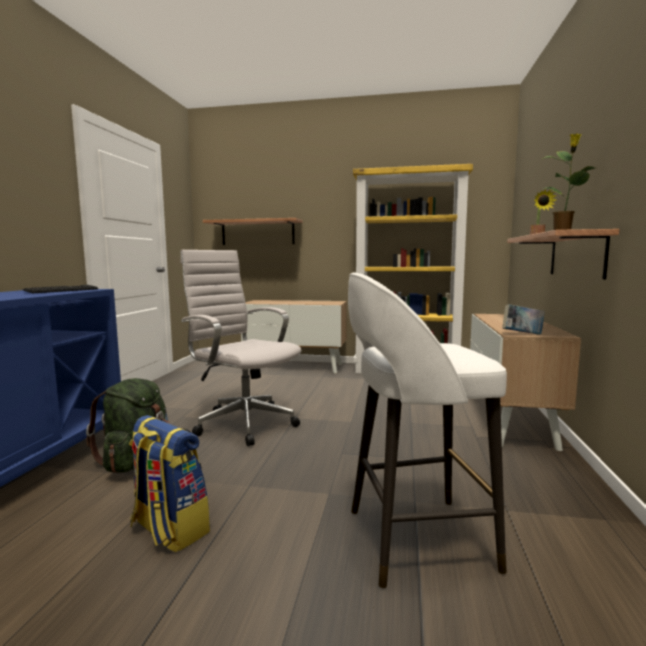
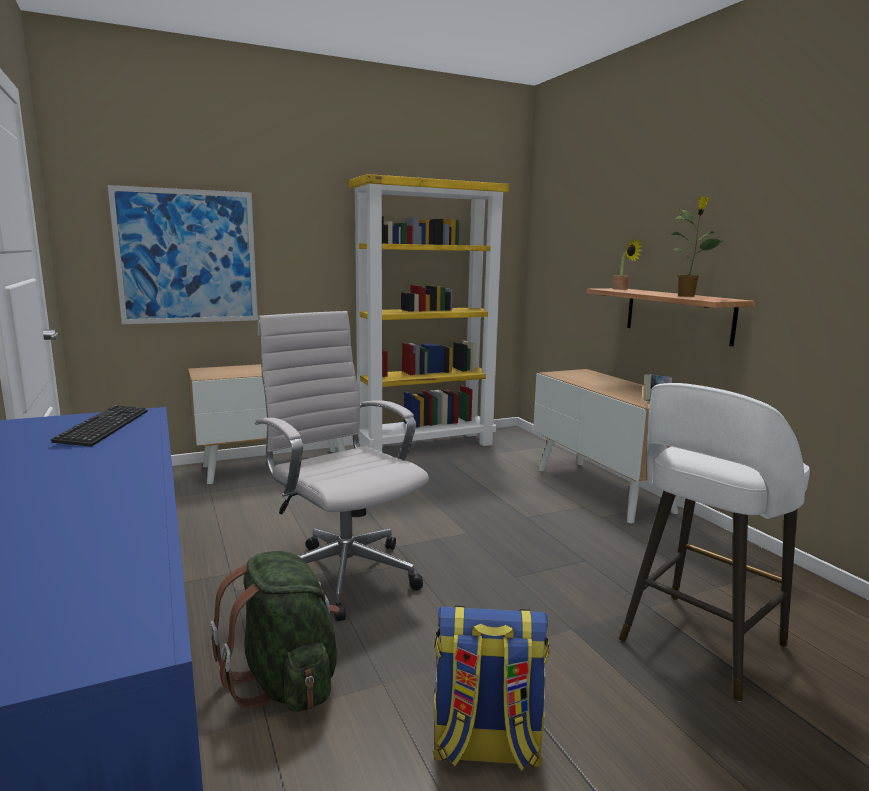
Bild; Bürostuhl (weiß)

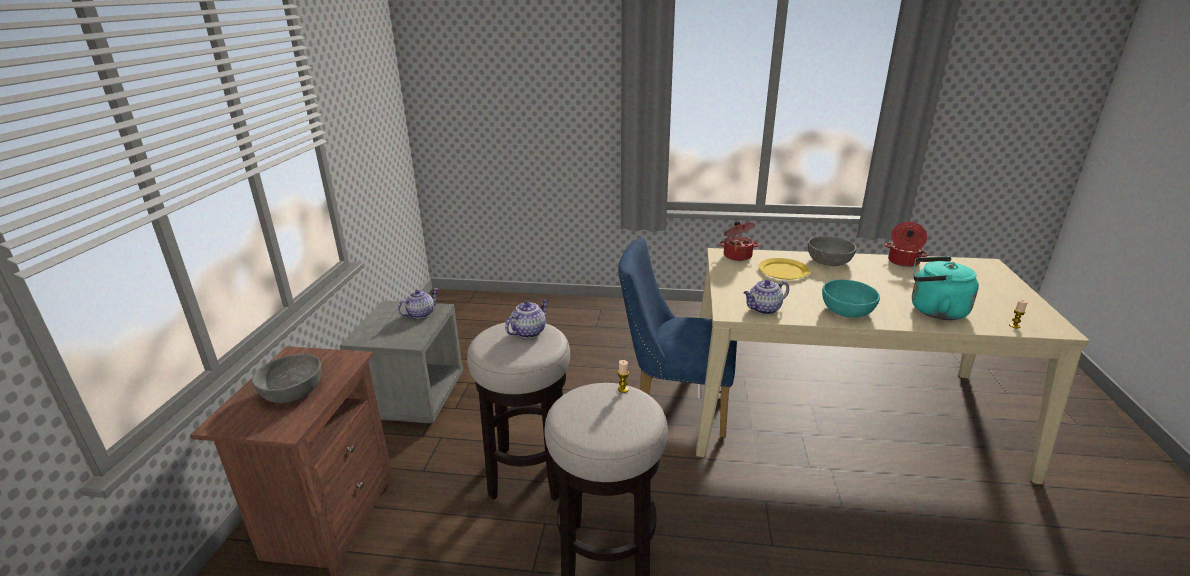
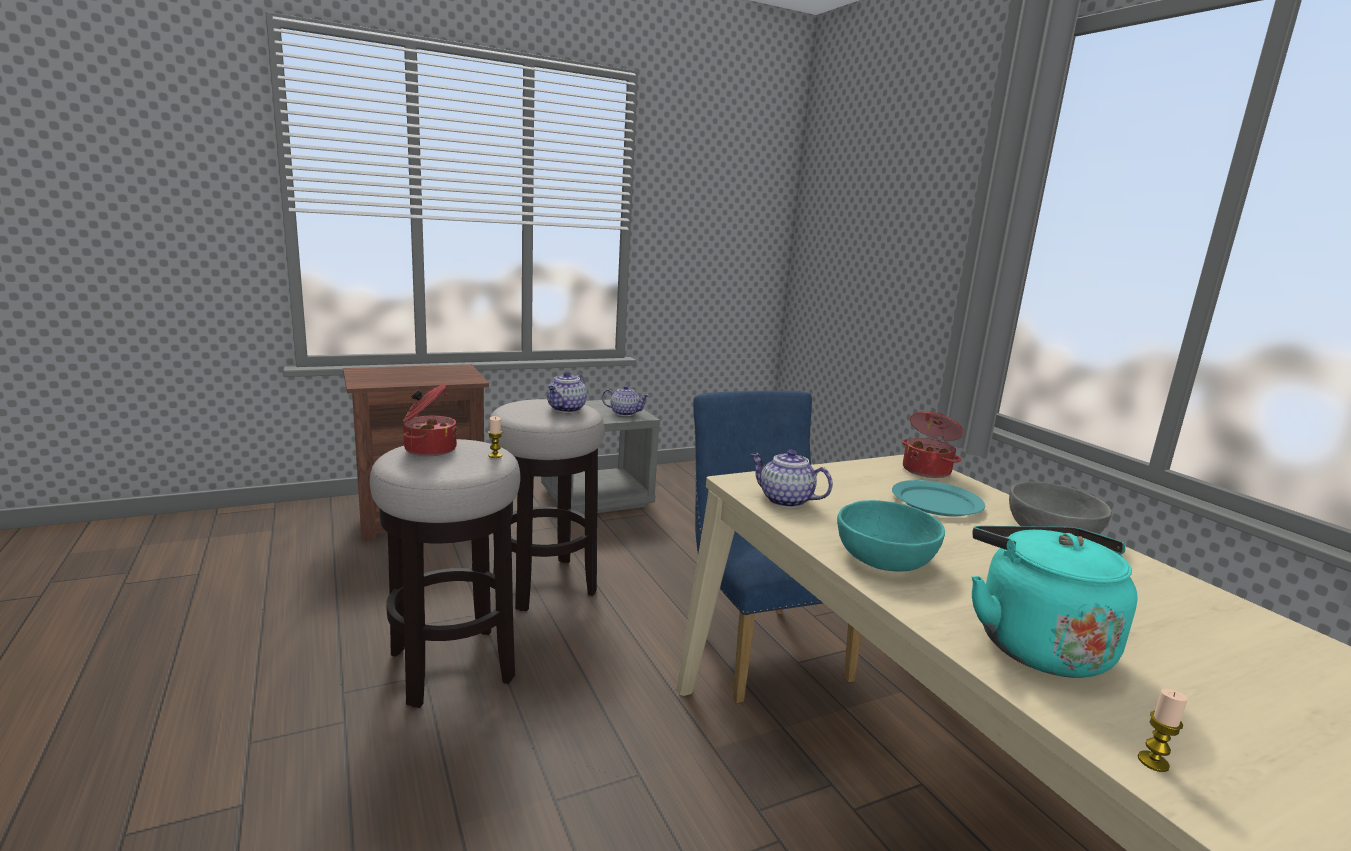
Kochtopf (no. 1 from left); Teekanne (no. 1 from left); Teller (türkis); Schüssel (grau) (no. 1 from left in the first image)

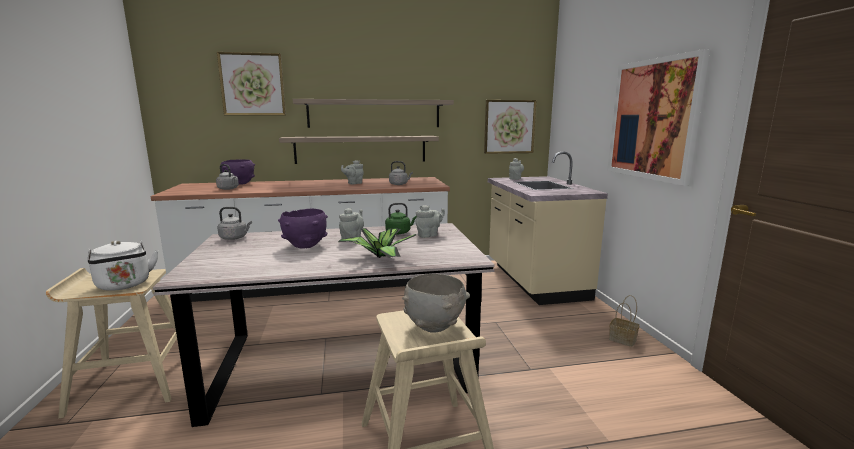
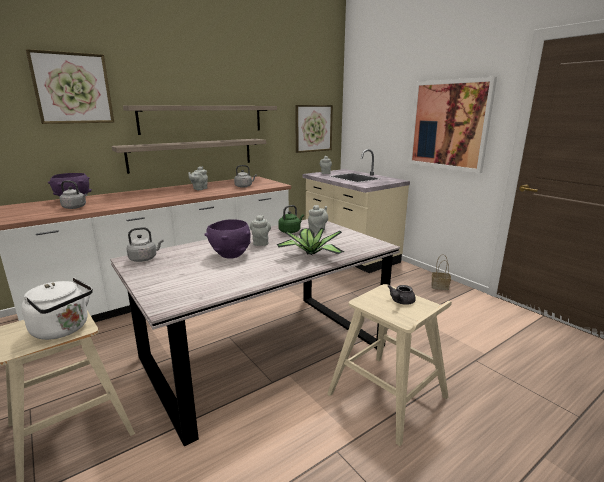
Teekanne (grau) (no. 5 from left)

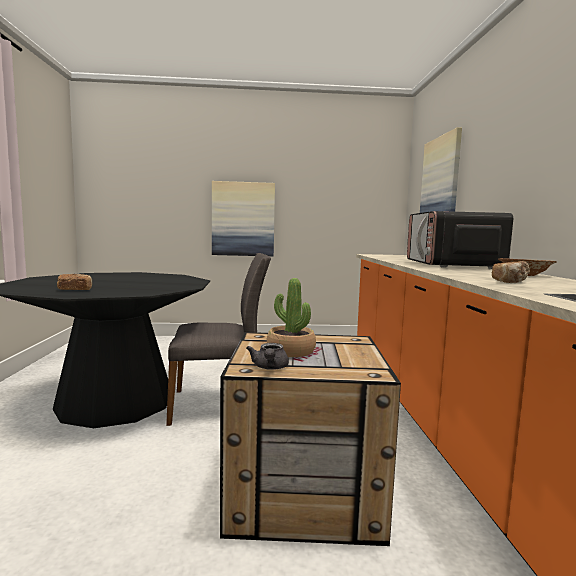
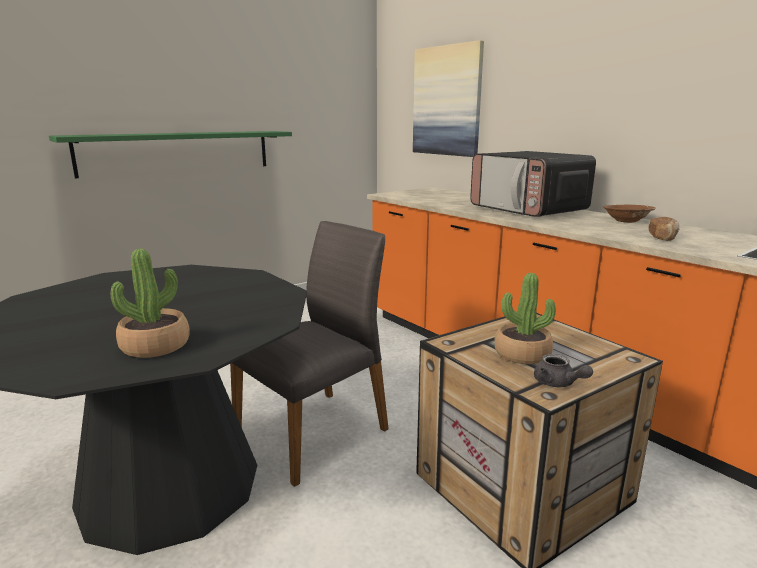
Wandregal (grün); Topfpflanze (no. 1 from left)

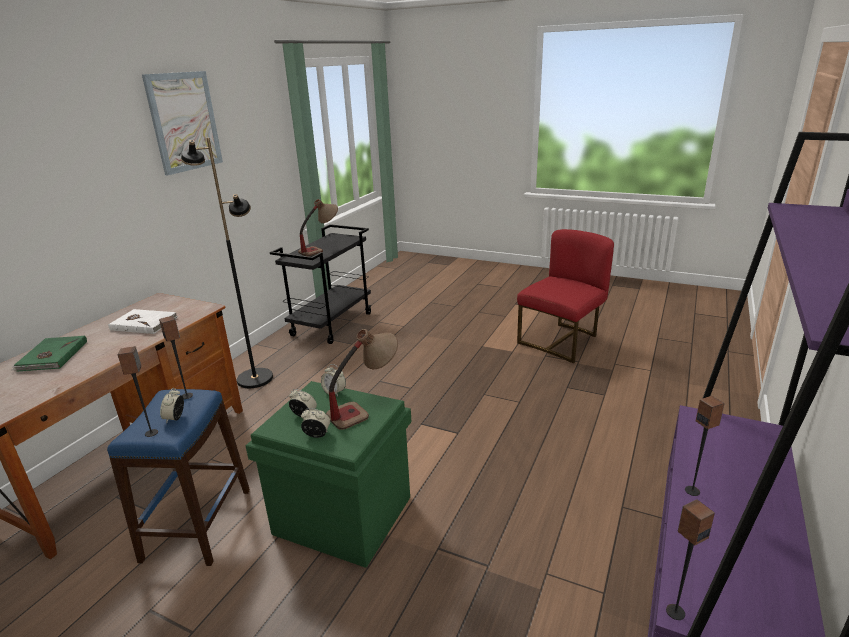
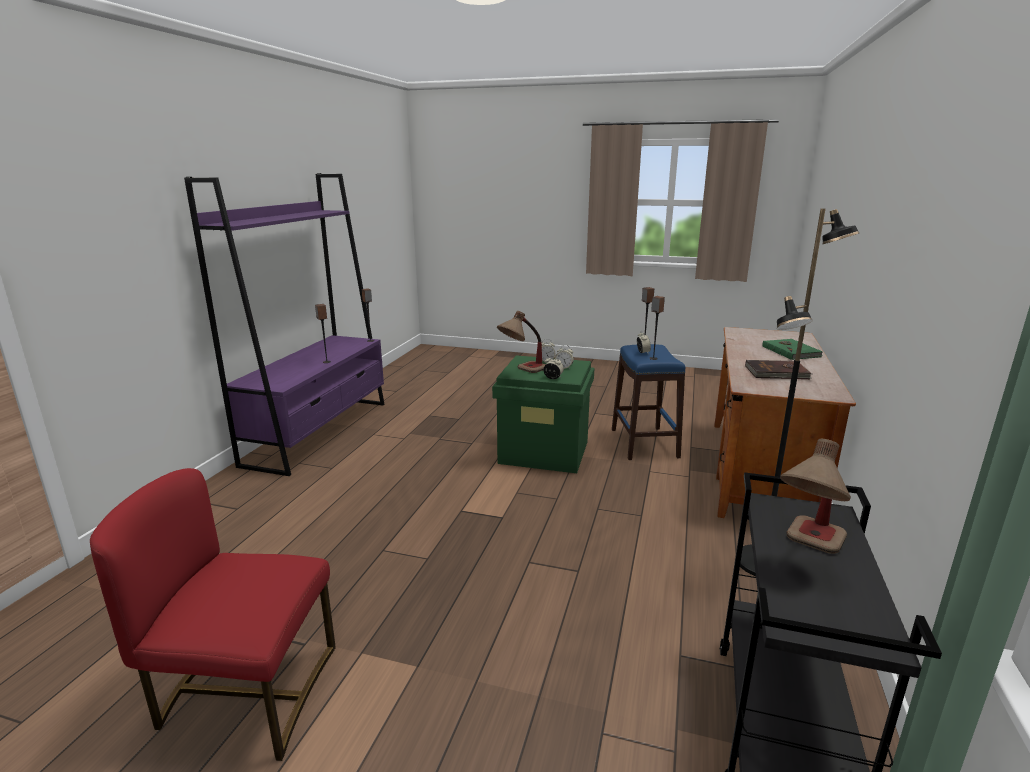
Stuhl (rot); Buch (braun); Bild

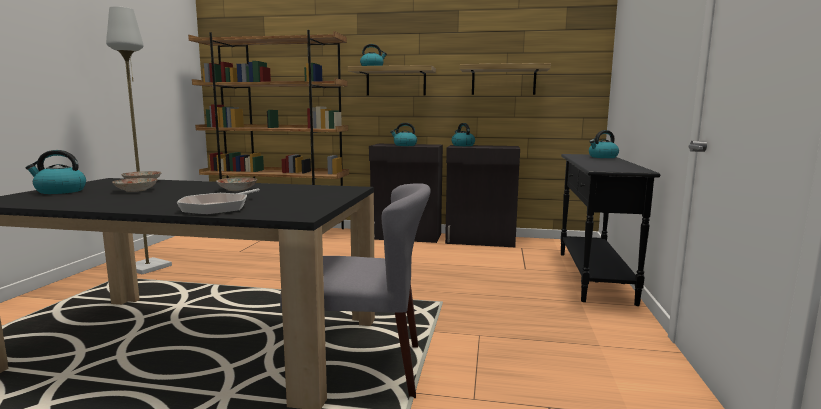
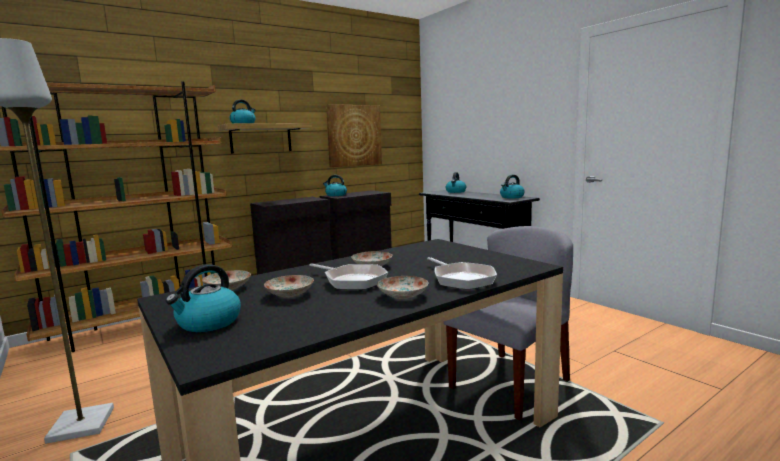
Pfanne (no. 1 from left); Bild; Teller (no. 4 from left); Wasserkessel (no. 5 from left)

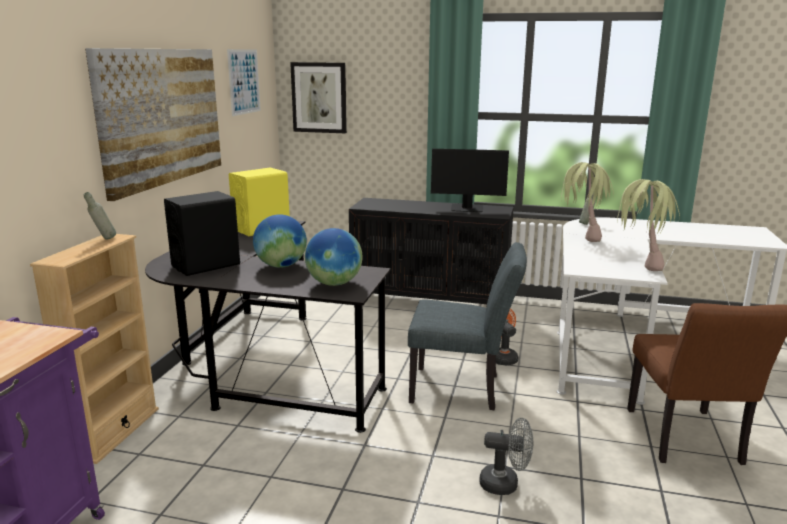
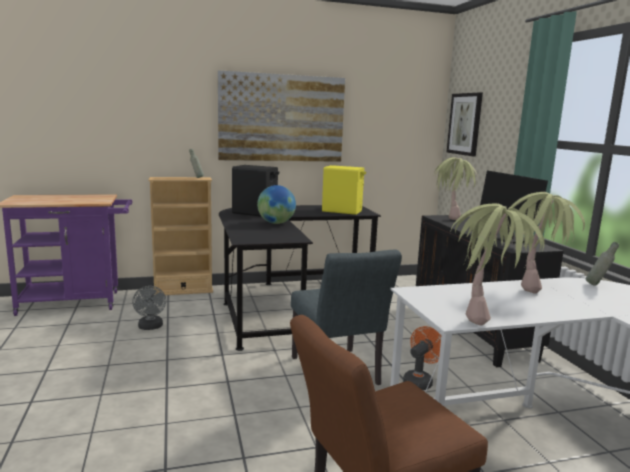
Ventilator (grau); Topfpflanze (no. 1 from left); Bild (no. 2 from left in the first image); Globus (no. 2 from left in the first image)

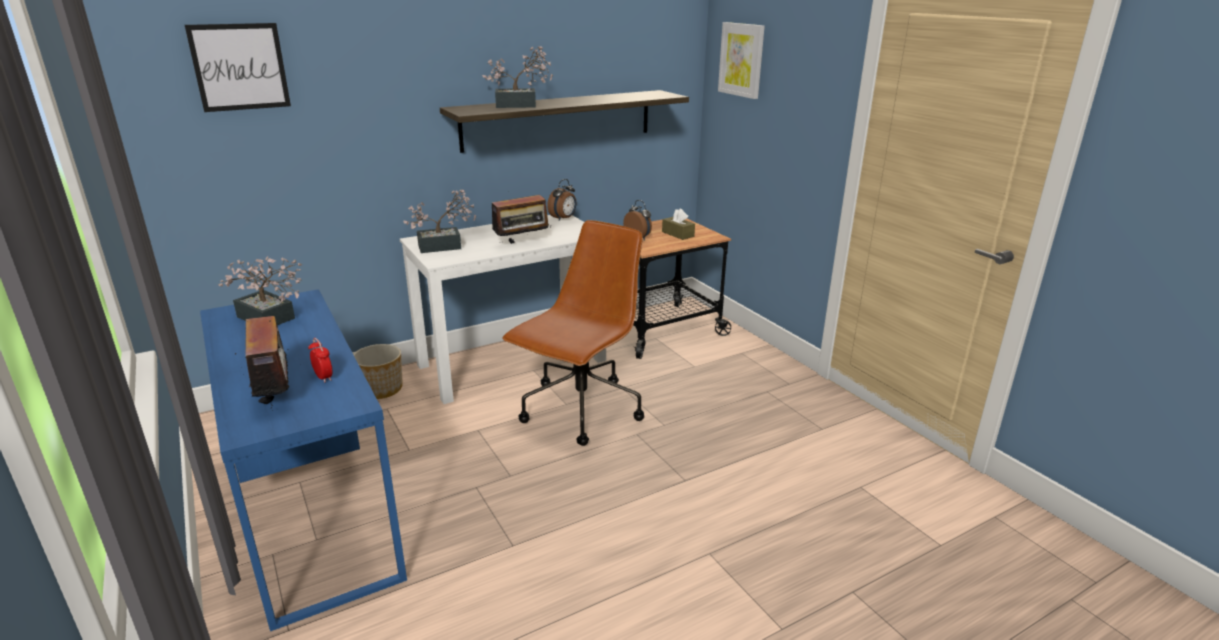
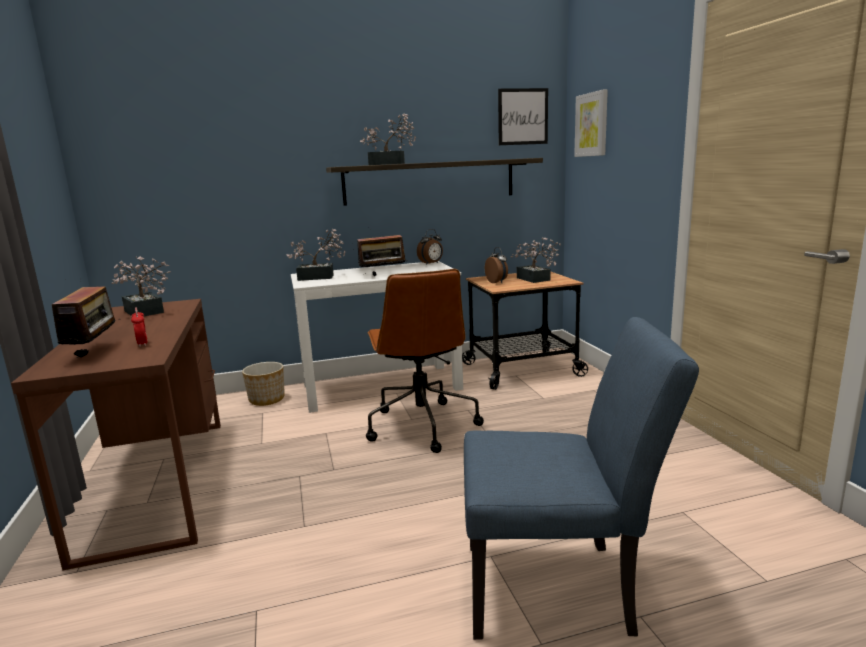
Schreibtisch (braun); Bürostuhl (braun); Stuhl (blau); Bild (no. 1 from left); Topfpflanze (no. 4 from left)

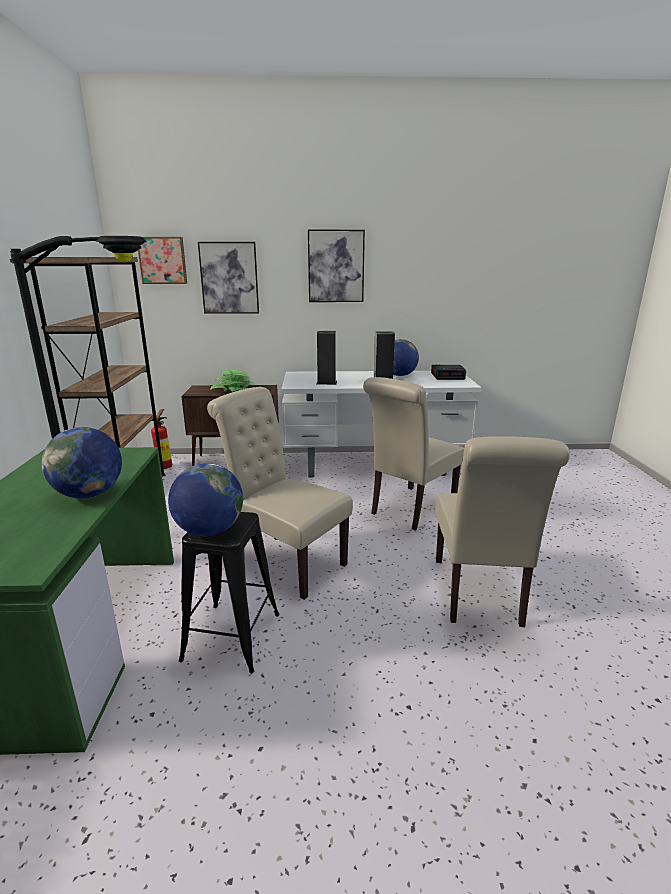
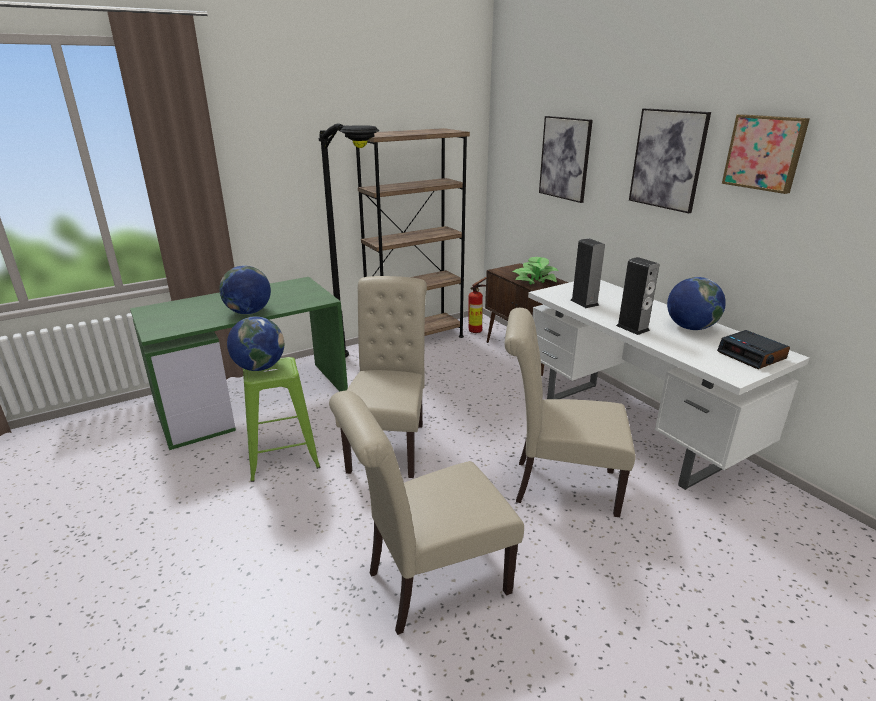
Hocker (grün); Bild (no. 3 from left)

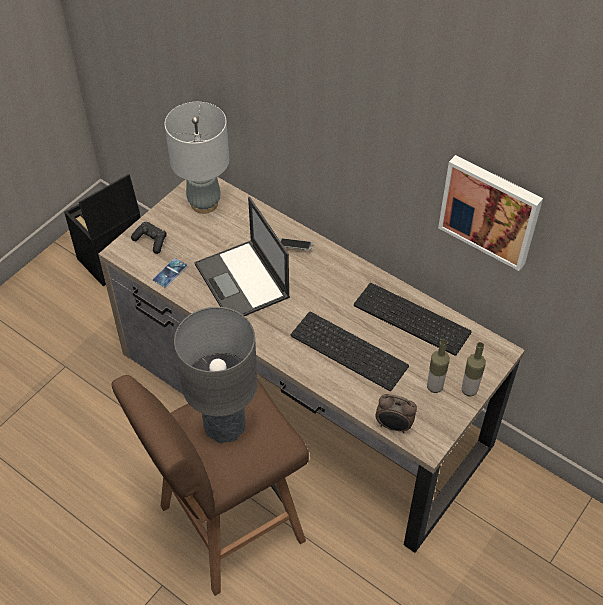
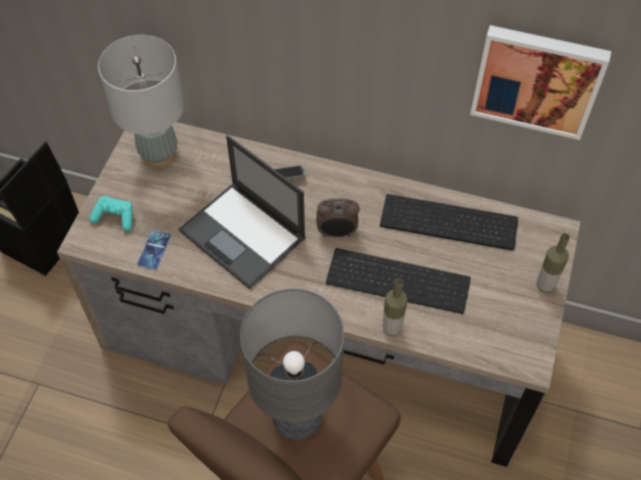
Gamepad (türkis); Wecker; Flasche (no. 1 from left)

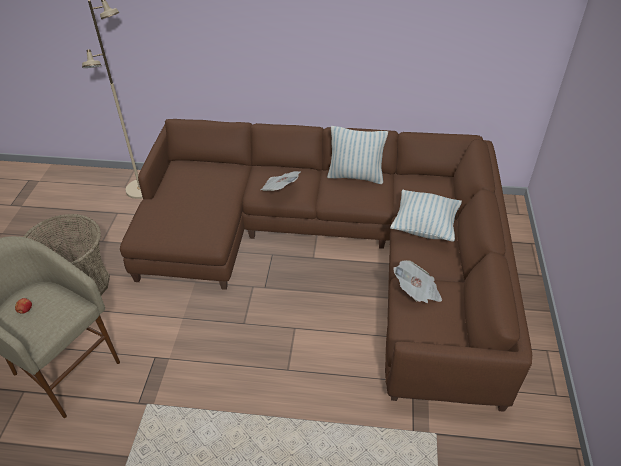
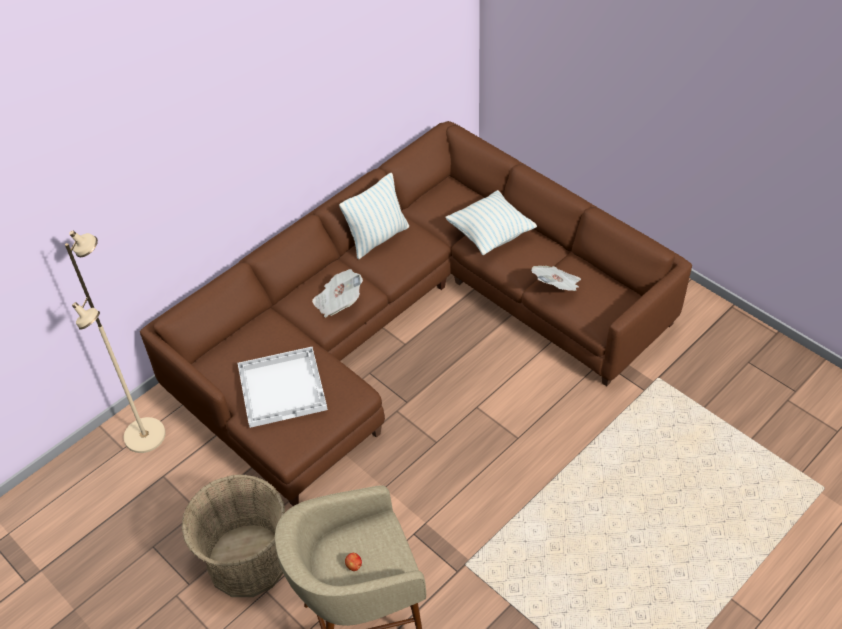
Tablett (weiß)

